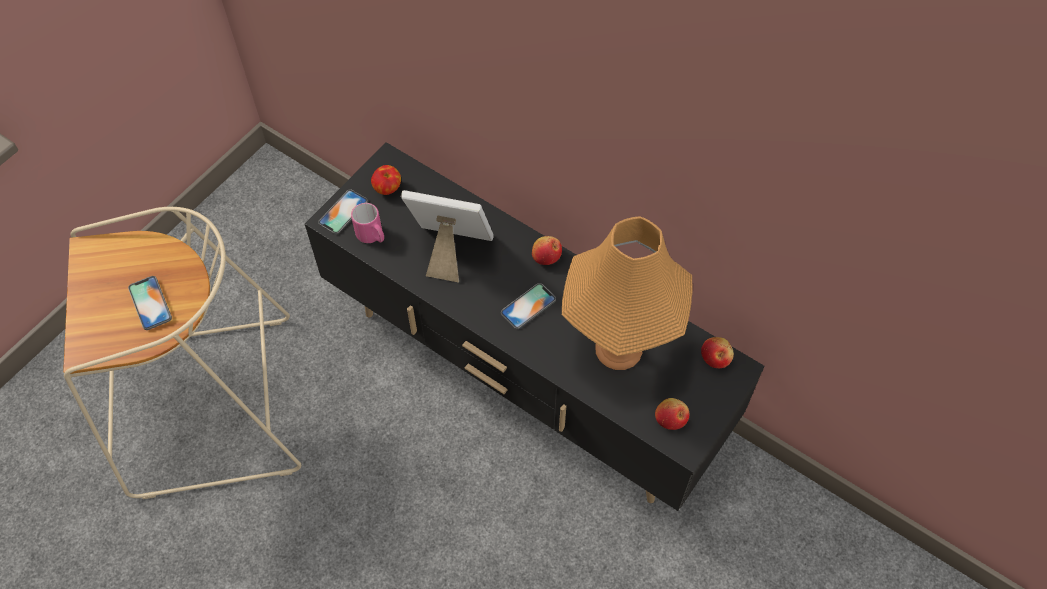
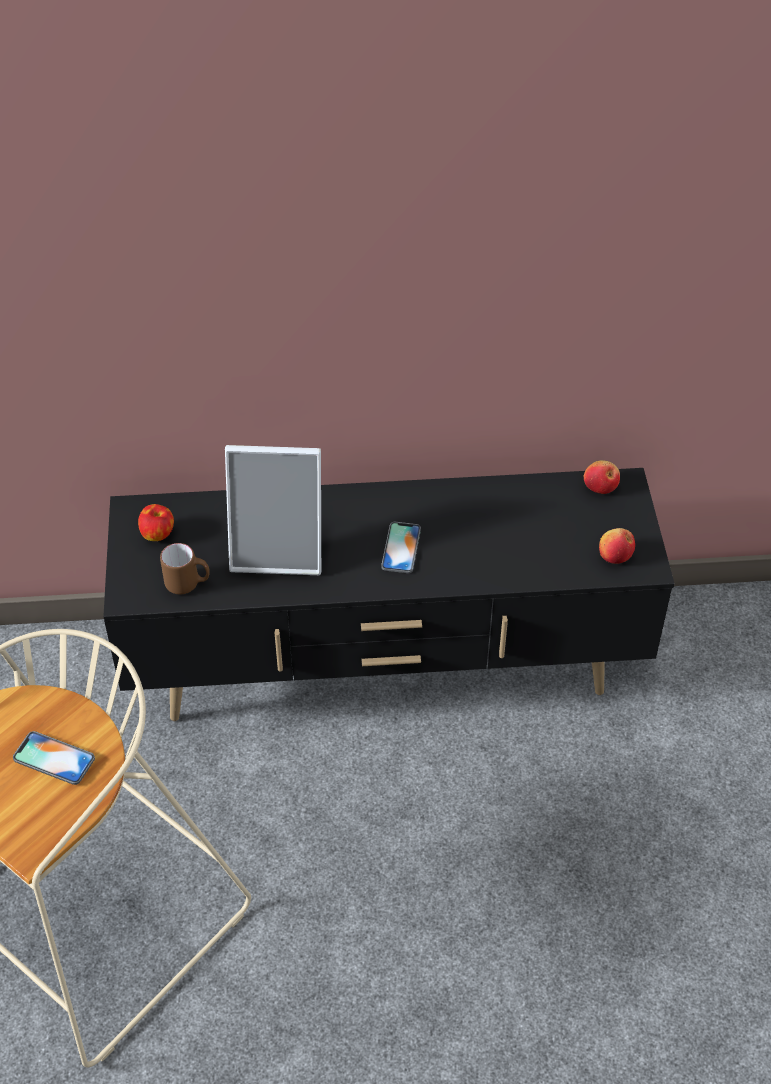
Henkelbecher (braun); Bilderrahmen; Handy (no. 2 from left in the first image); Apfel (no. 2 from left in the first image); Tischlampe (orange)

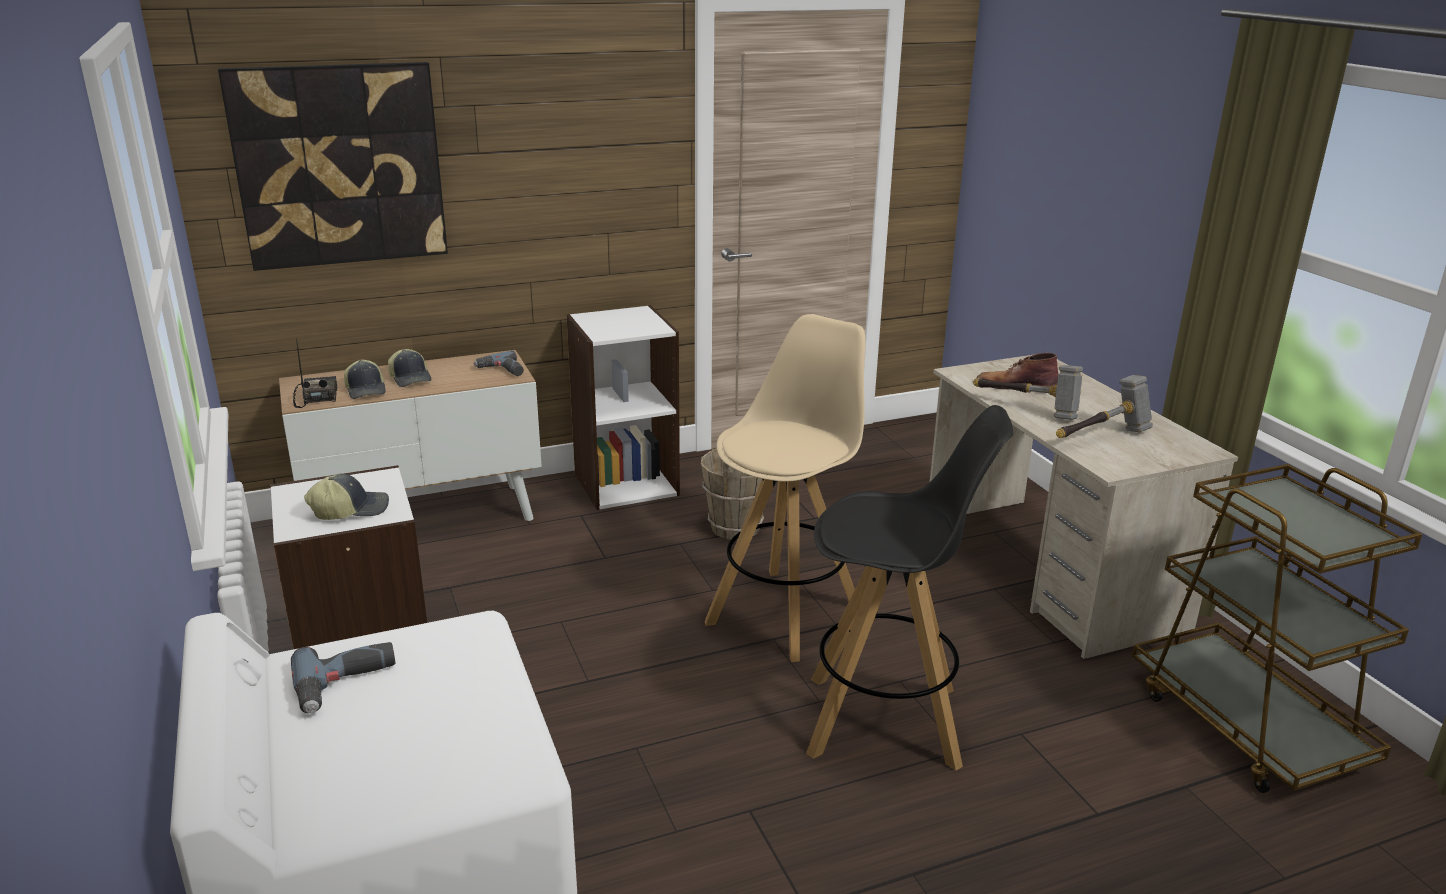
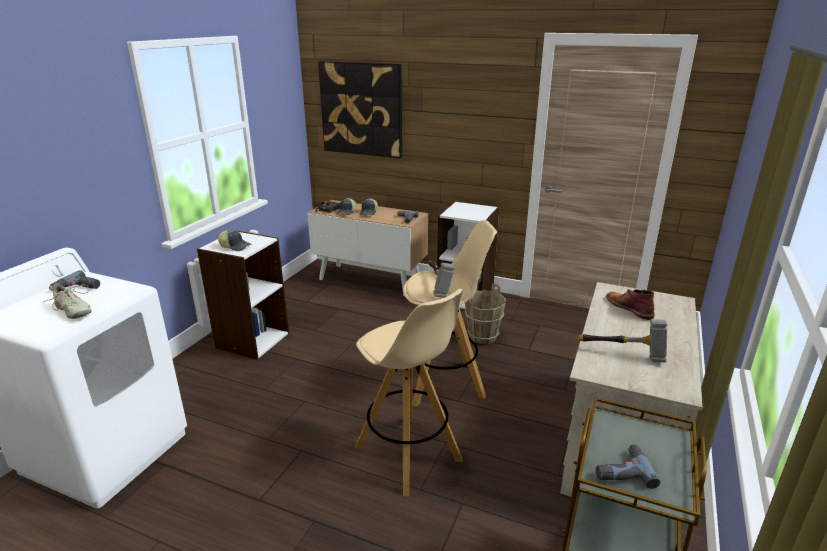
Schuh (beige); Hocker (beige) (no. 1 from left); Hammer (no. 1 from left); Bohrmaschine (no. 3 from left)

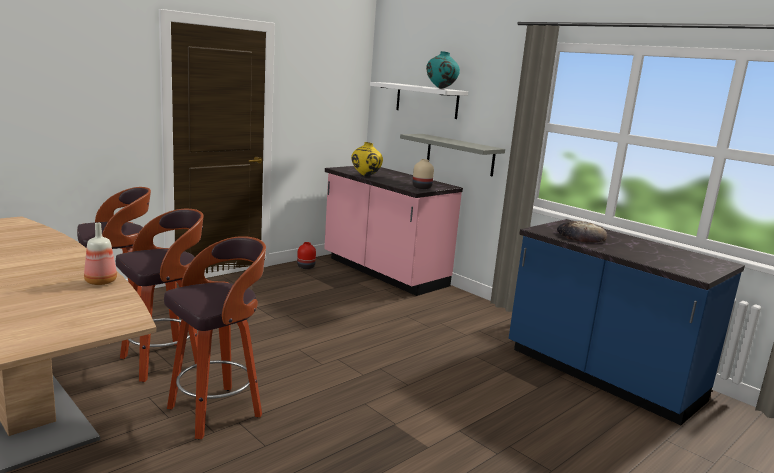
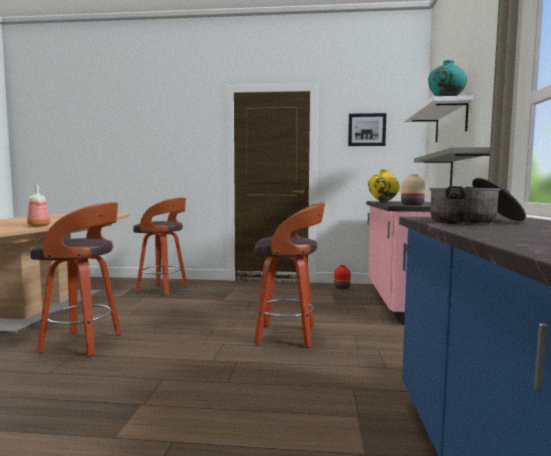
Hocker (no. 3 from left); Bild; Kochtopf

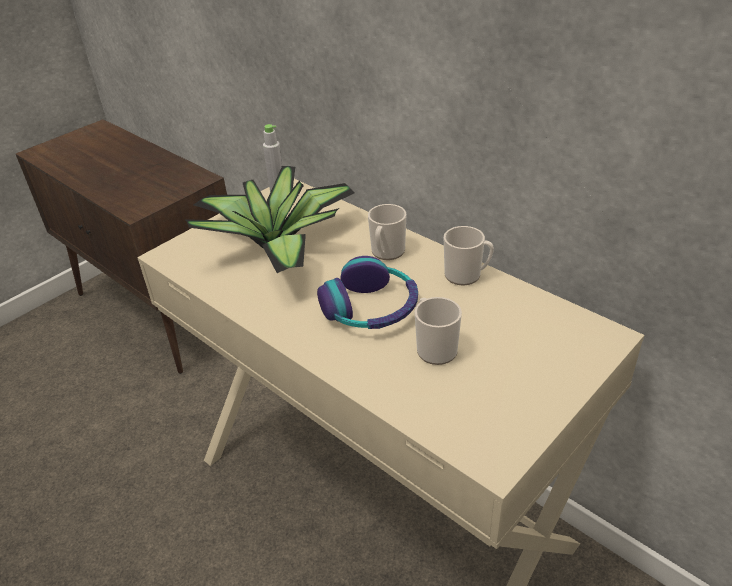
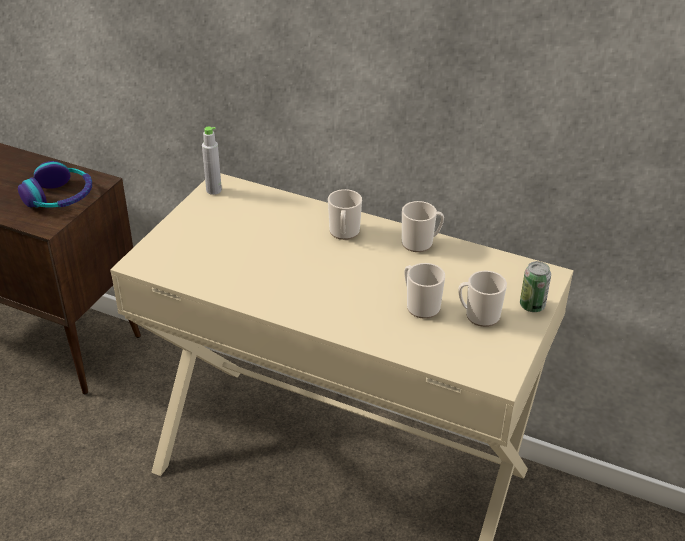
Kopfhörer; Henkelbecher (no. 4 from left); Dose; Topfpflanze

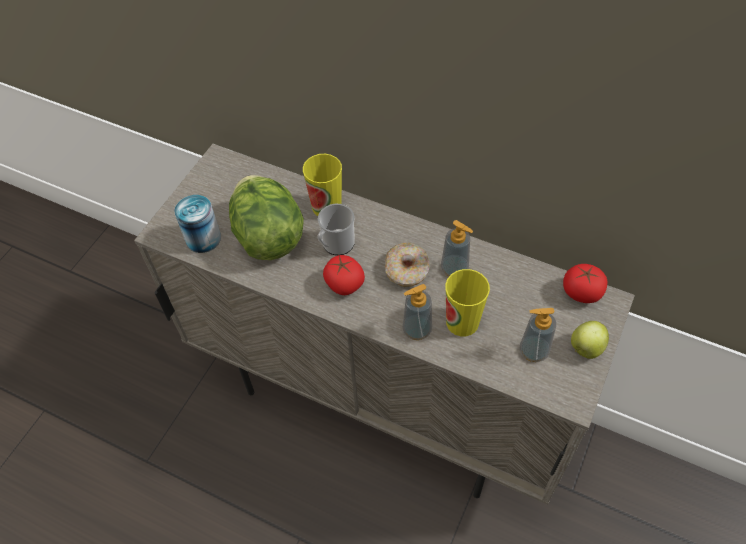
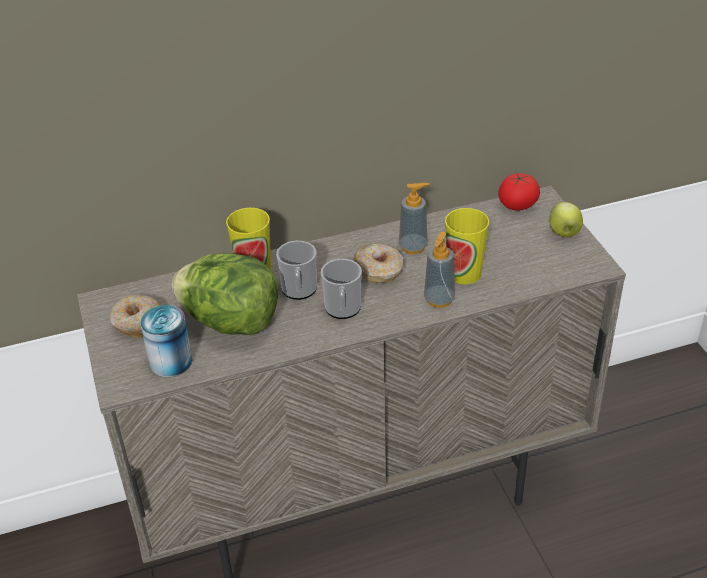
Donut (no. 1 from left); Henkelbecher (no. 2 from left); Seifenspender (no. 3 from left in the first image)

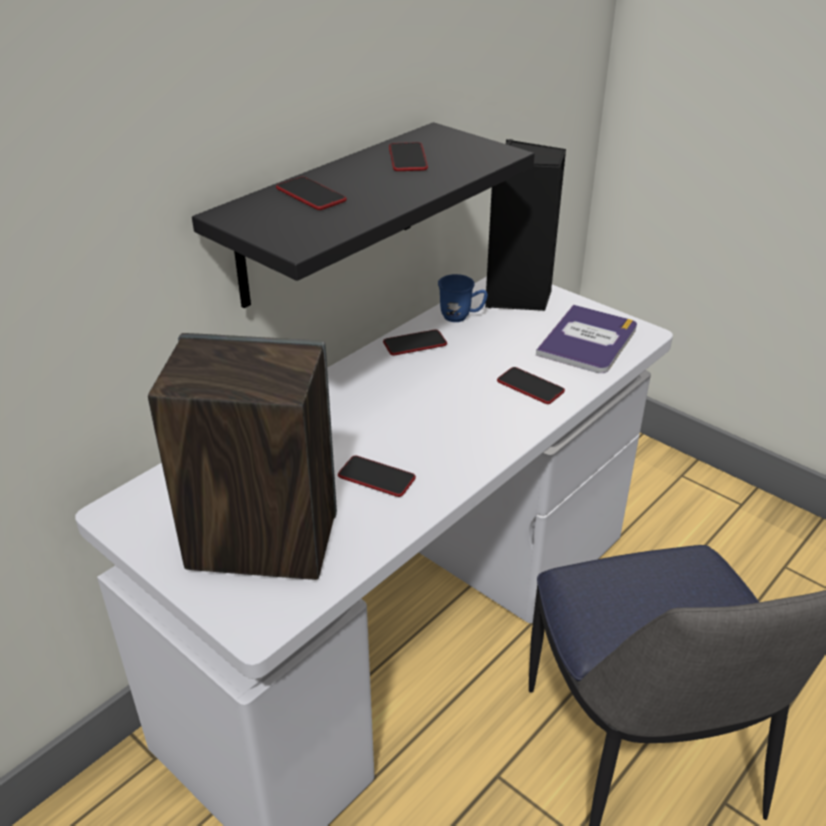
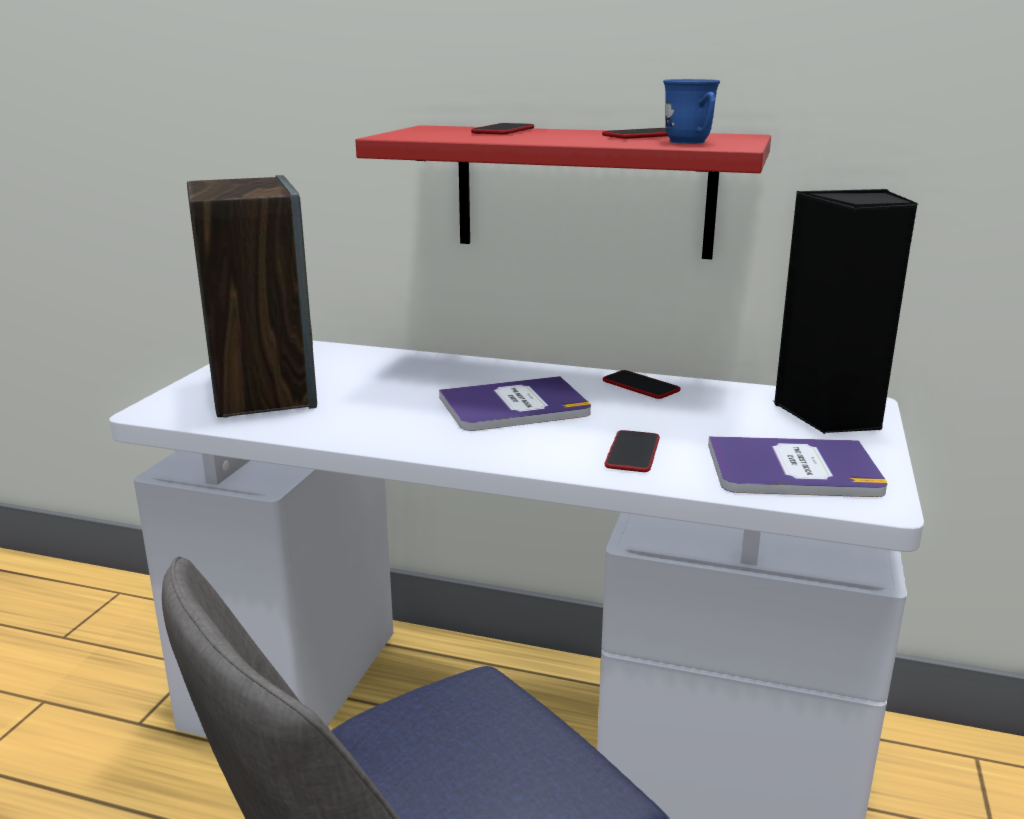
Wandregal (rot); Buch (no. 1 from left); Henkelbecher (blau); Handy (no. 2 from left in the first image)

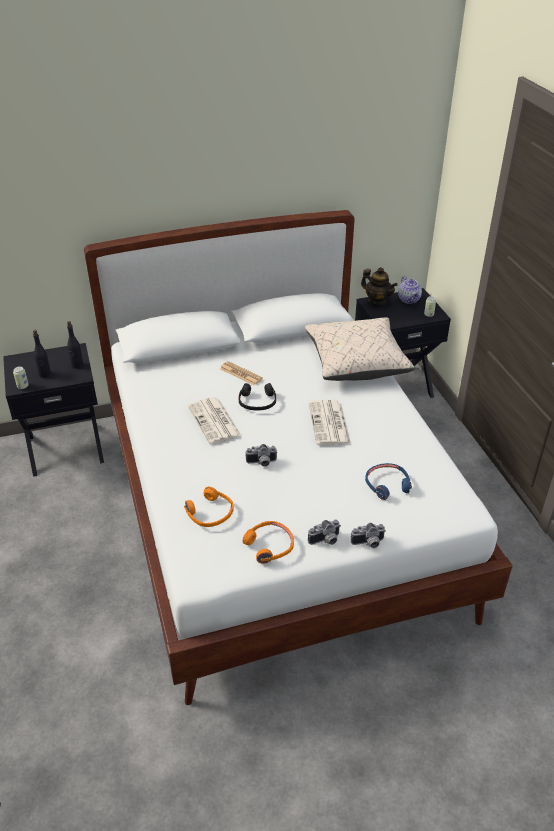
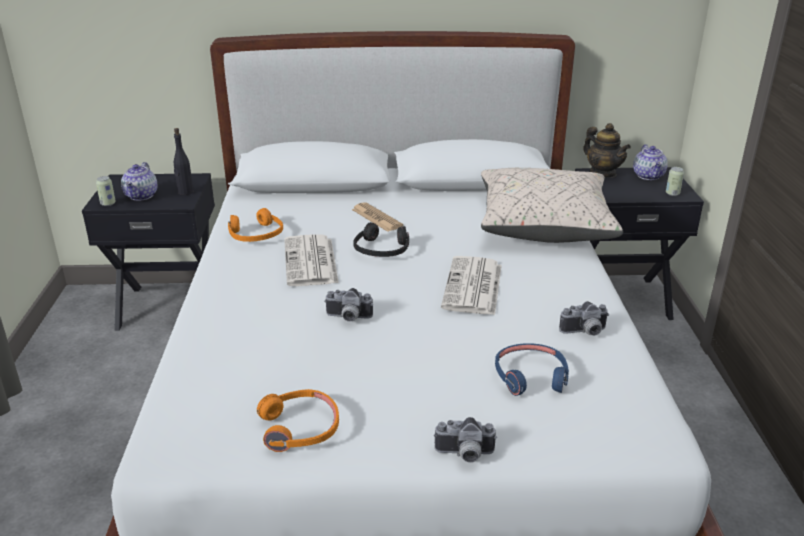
Teekanne (no. 1 from left); Kopfhörer (orange) (no. 1 from left); Kamera (no. 3 from left)

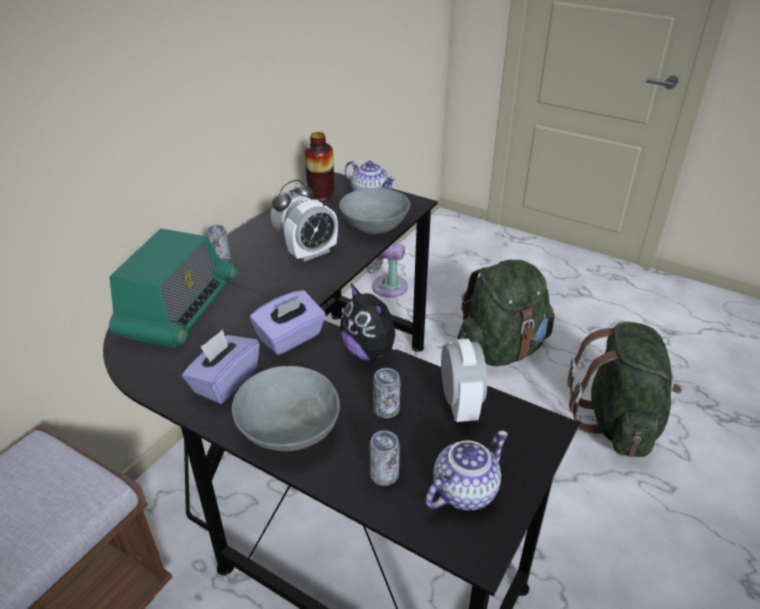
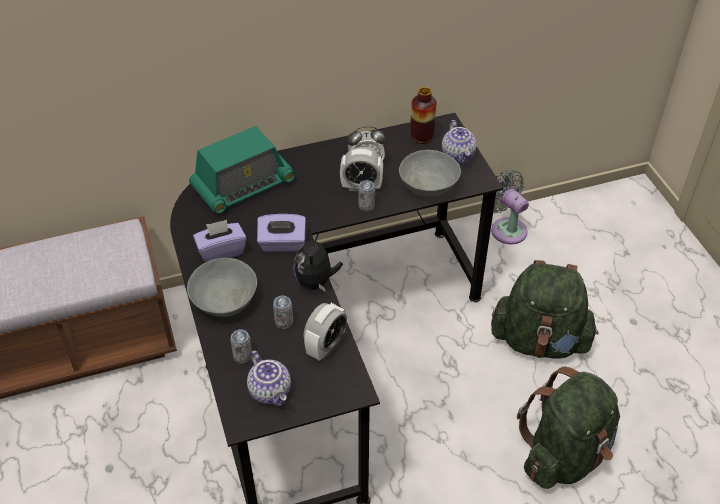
Teekanne (no. 1 from left); Dose (no. 3 from left)

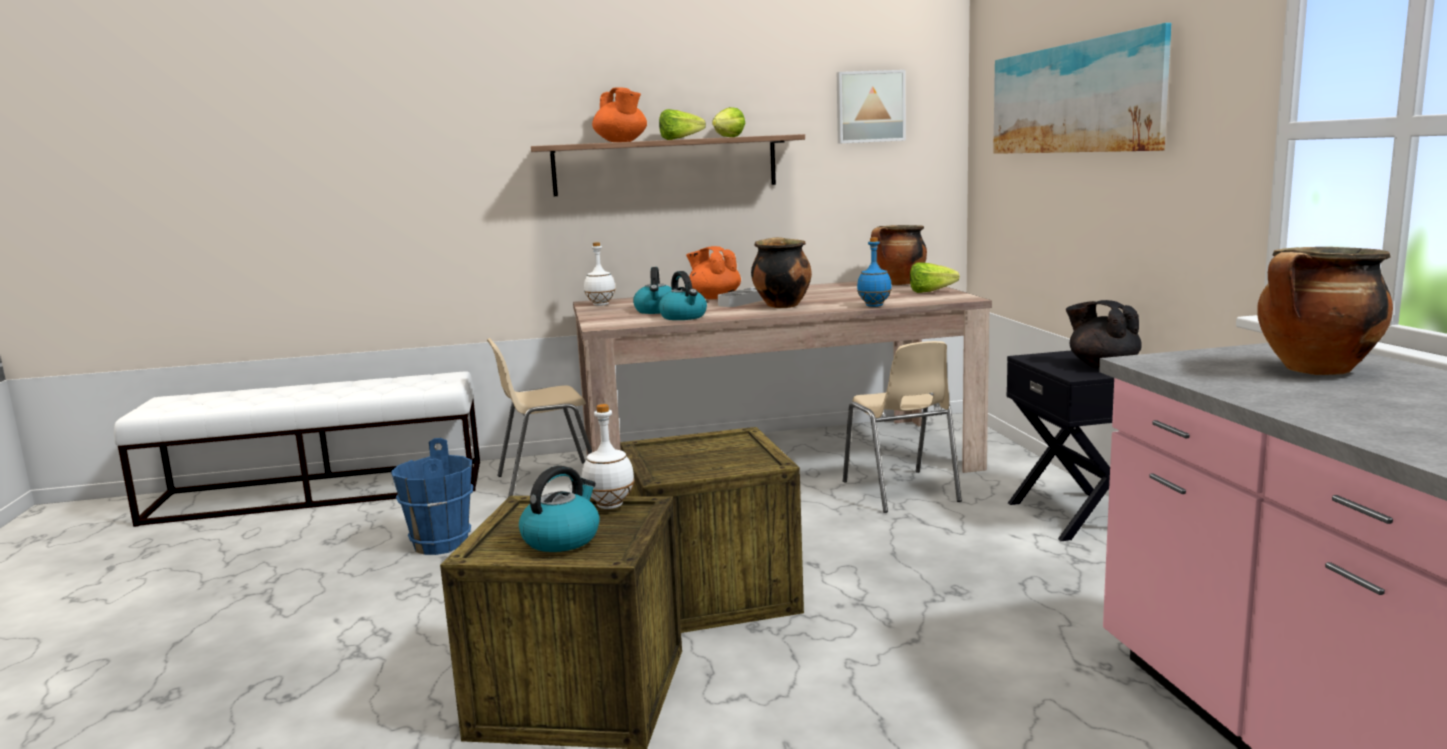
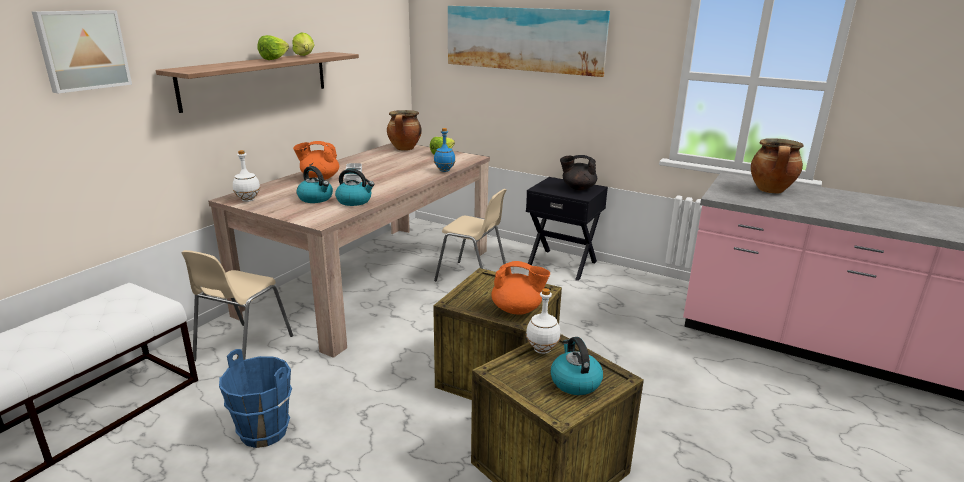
Bild (no. 1 from left); Teekanne (orange) (no. 2 from left); Kochtopf (no. 1 from left in the first image)

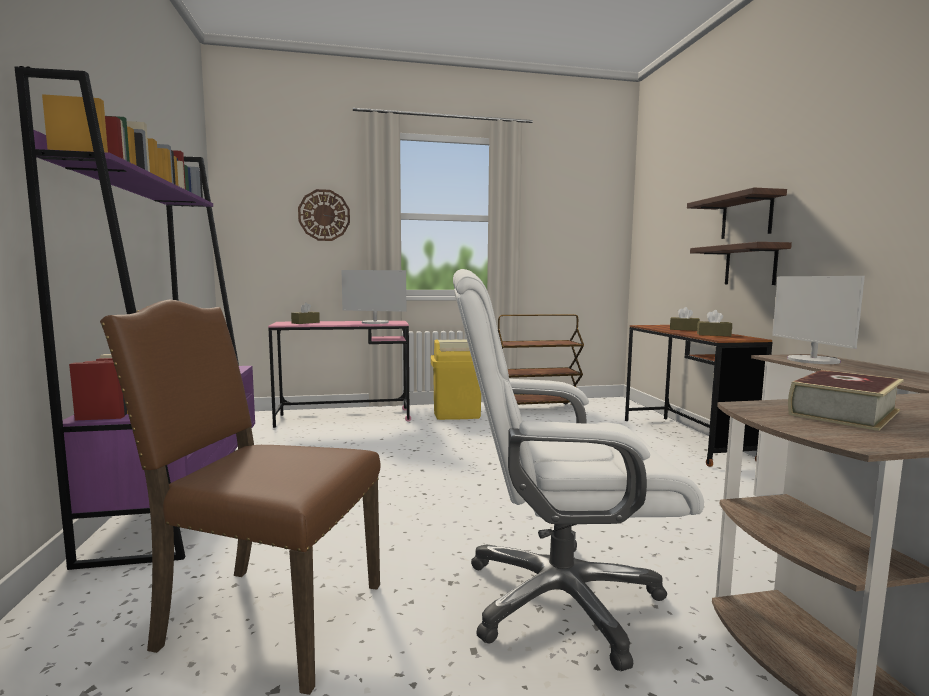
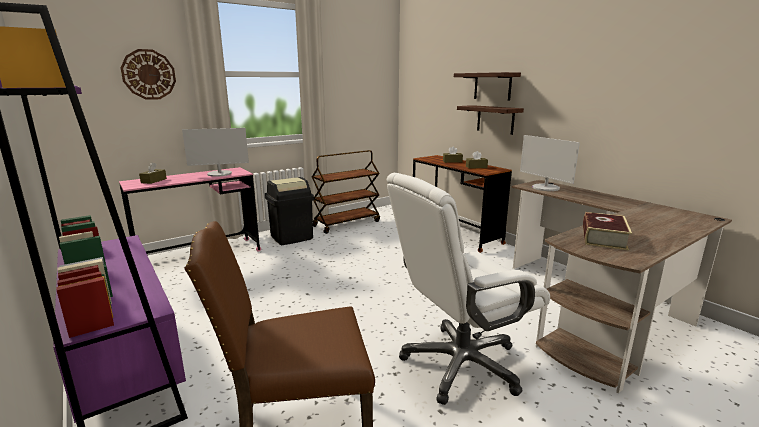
Mülleimer (schwarz)

